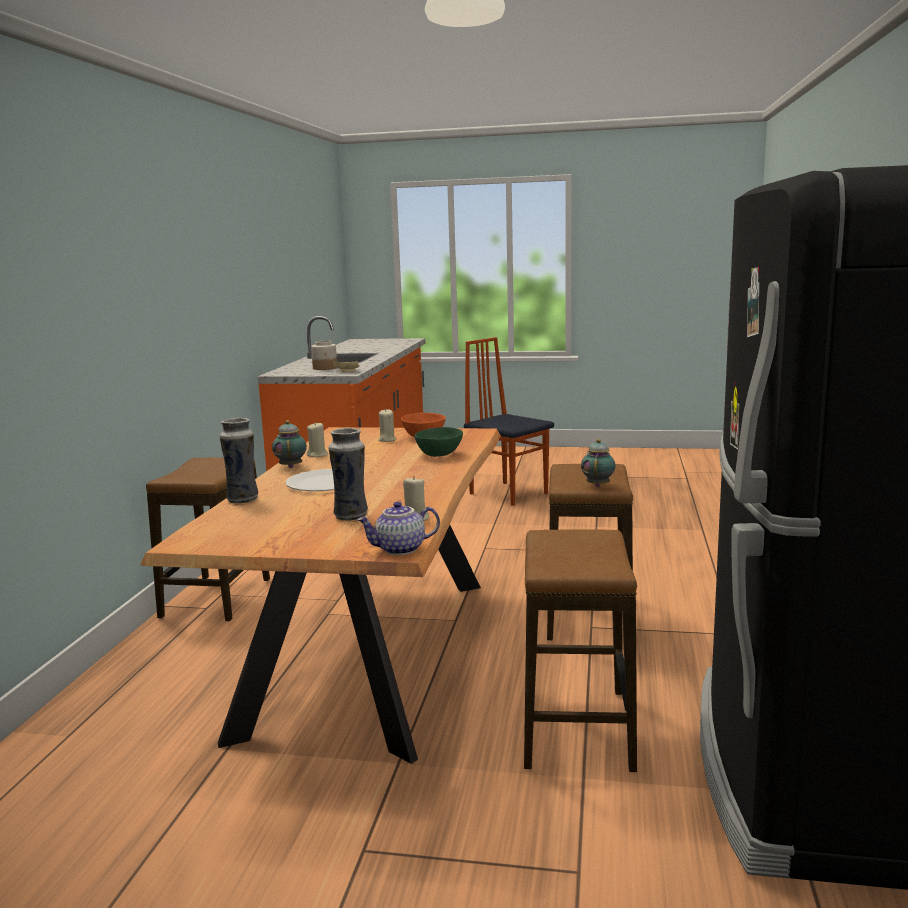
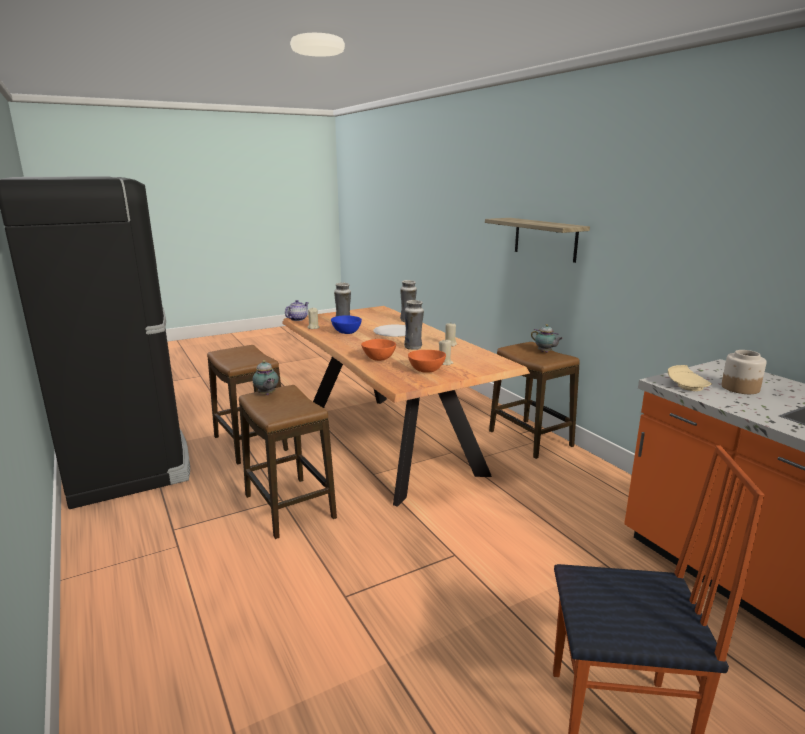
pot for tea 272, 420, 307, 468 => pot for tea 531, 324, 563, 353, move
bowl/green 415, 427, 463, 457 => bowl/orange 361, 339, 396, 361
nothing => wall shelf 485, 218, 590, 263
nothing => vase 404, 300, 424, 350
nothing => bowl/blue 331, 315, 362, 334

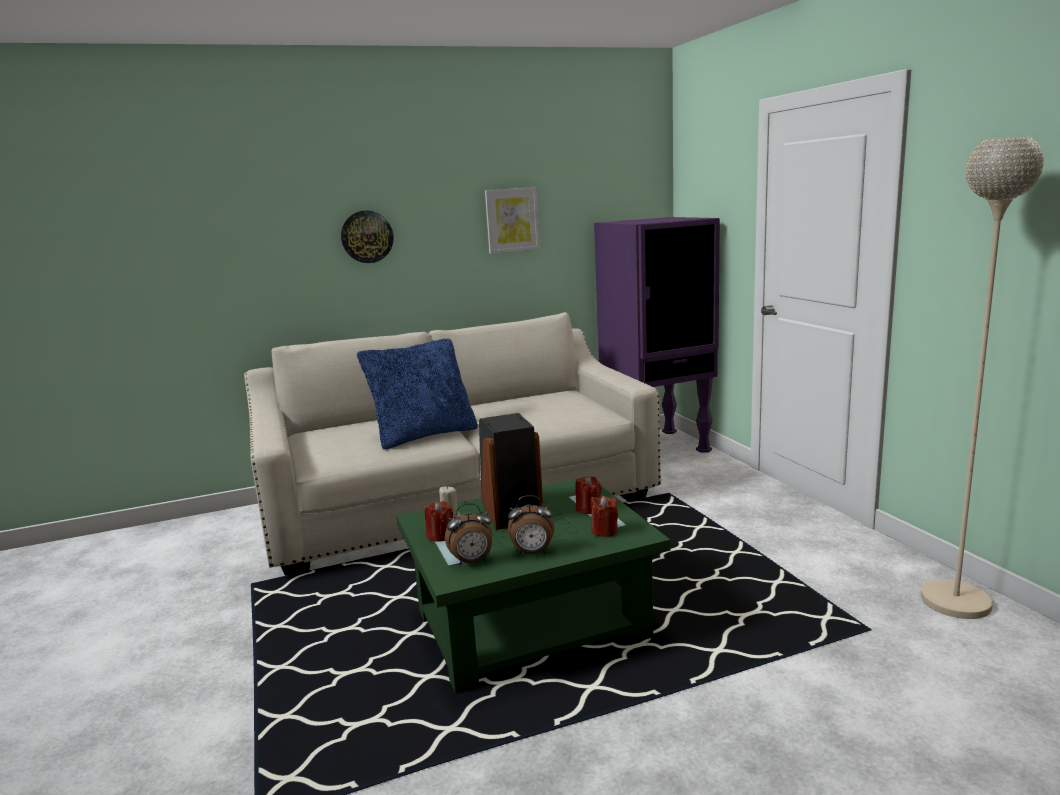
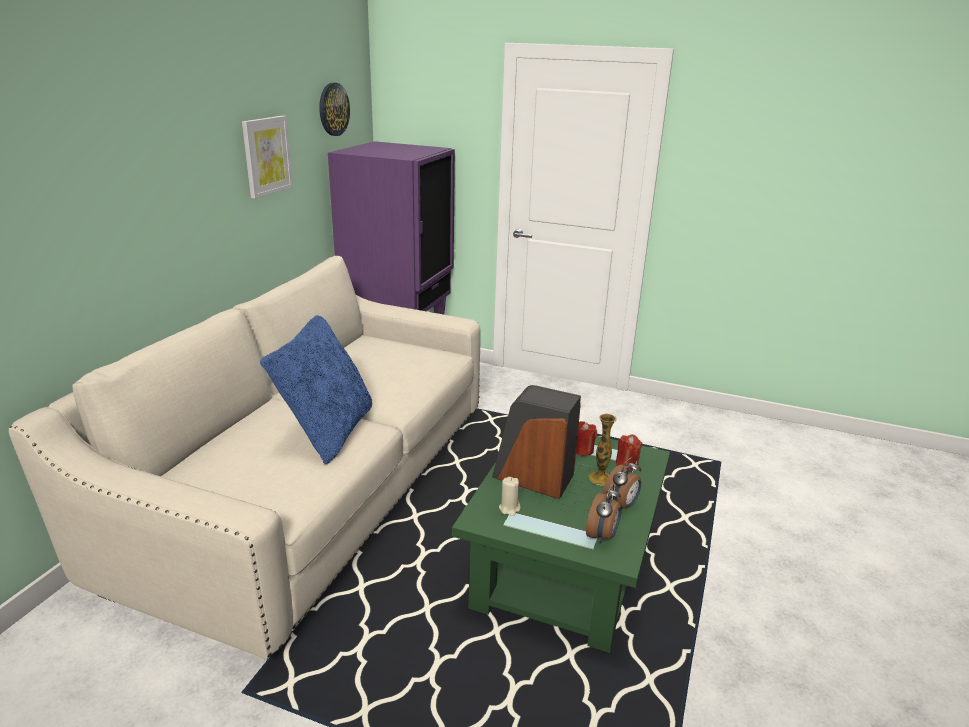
standing lamp/beige-coloured 921, 137, 1044, 619 => nothing
wall clock 341, 210, 393, 263 => wall clock 319, 83, 350, 136, move
candle/red 425, 501, 453, 541 => nothing
nothing => vase 588, 414, 617, 485

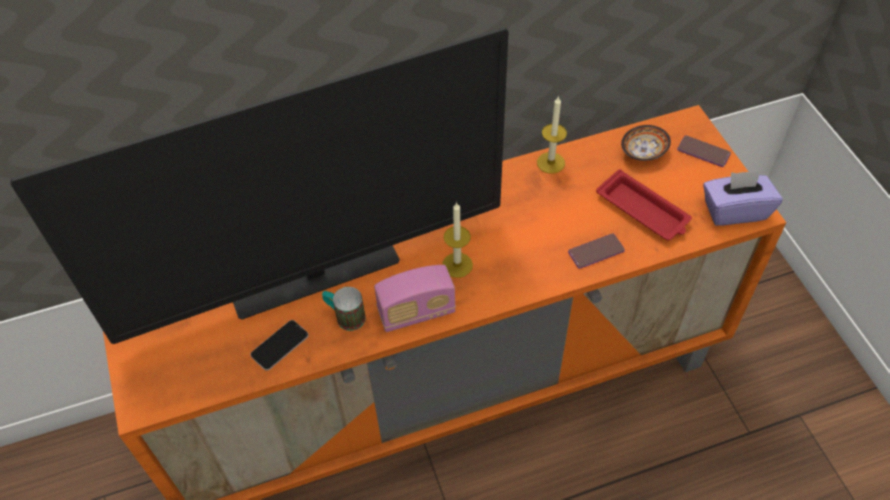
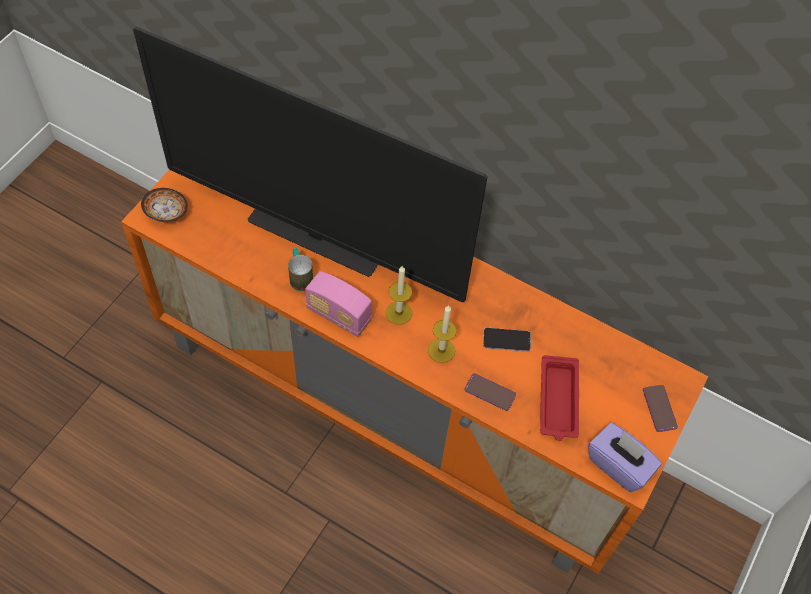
candle 537, 96, 567, 174 => candle 428, 305, 457, 363, move
bowl 621, 125, 671, 161 => bowl 141, 188, 188, 222, move
telephone 250, 320, 309, 370 => telephone 483, 328, 531, 352, move

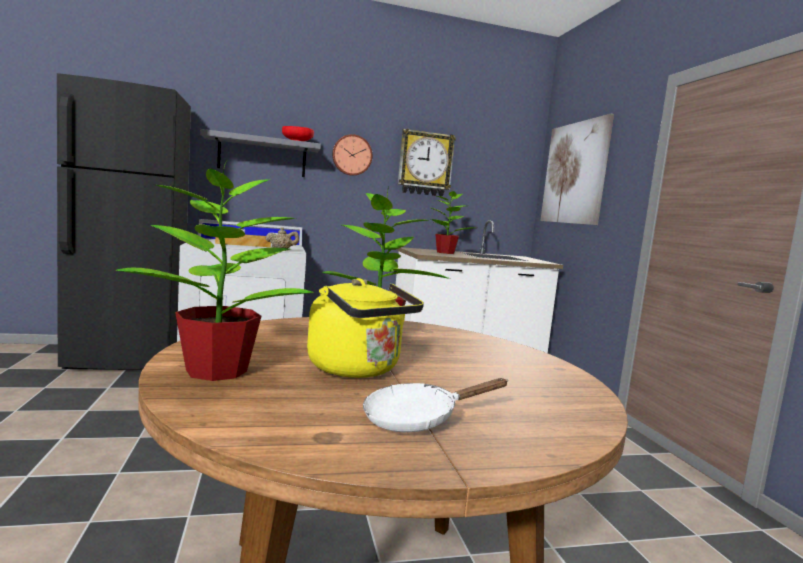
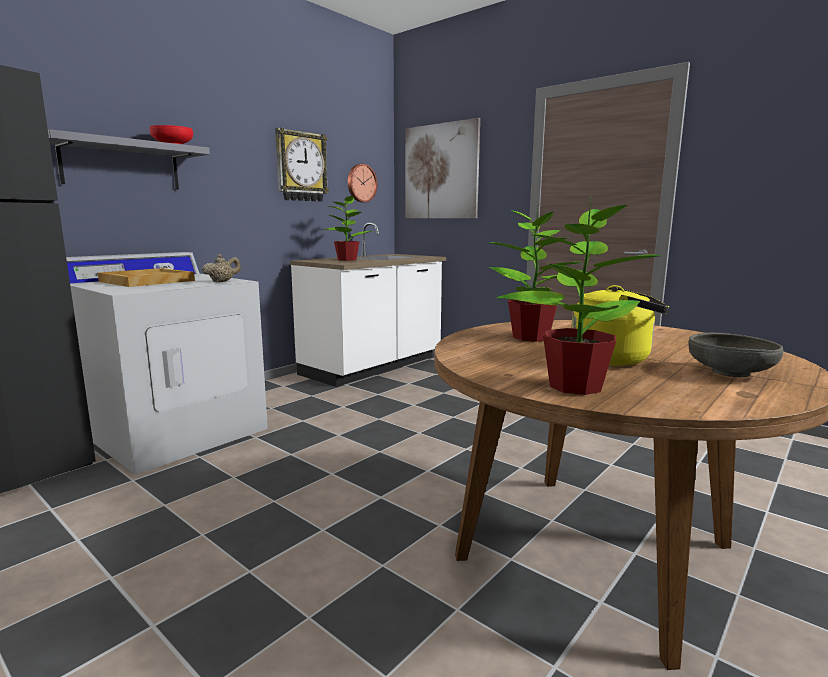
wall clock 332, 134, 372, 176 => wall clock 348, 164, 377, 202, move
pan/white-coloured 363, 378, 508, 432 => bowl/grey 689, 333, 783, 377

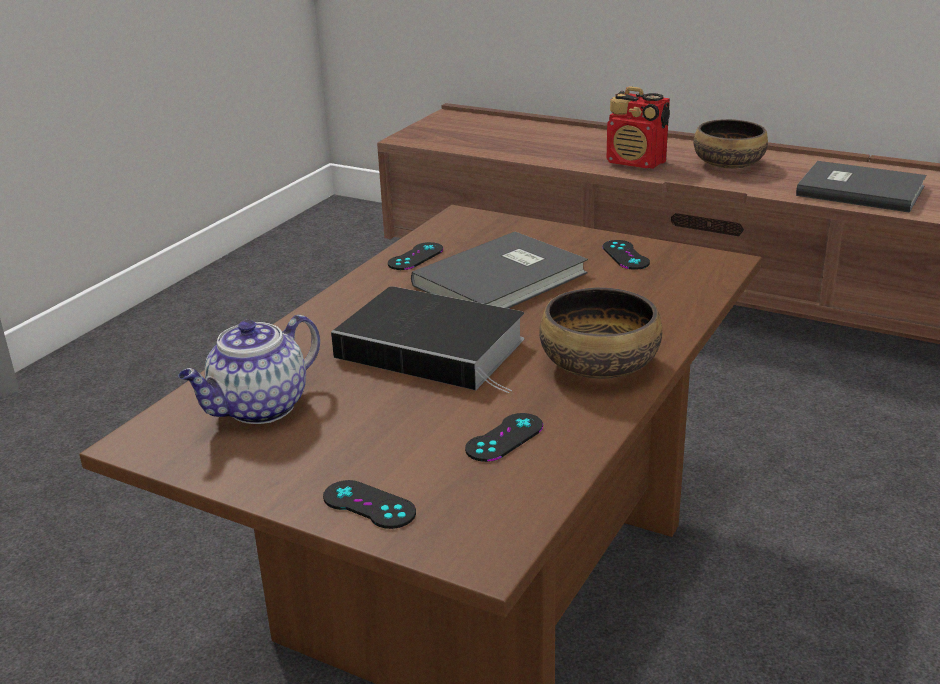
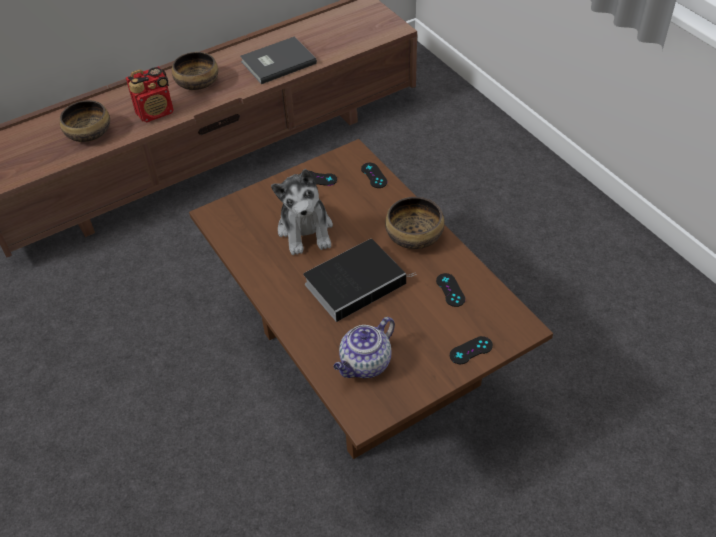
bound book/grey 411, 232, 588, 309 => cuddly toy 271, 169, 333, 255
joypad/blackish 388, 242, 443, 270 => joypad/blackish 361, 163, 387, 188, move
pot for tea 178, 315, 320, 424 => pot for tea 333, 317, 395, 378, 60 degrees clockwise
nothing => bowl 60, 100, 110, 142

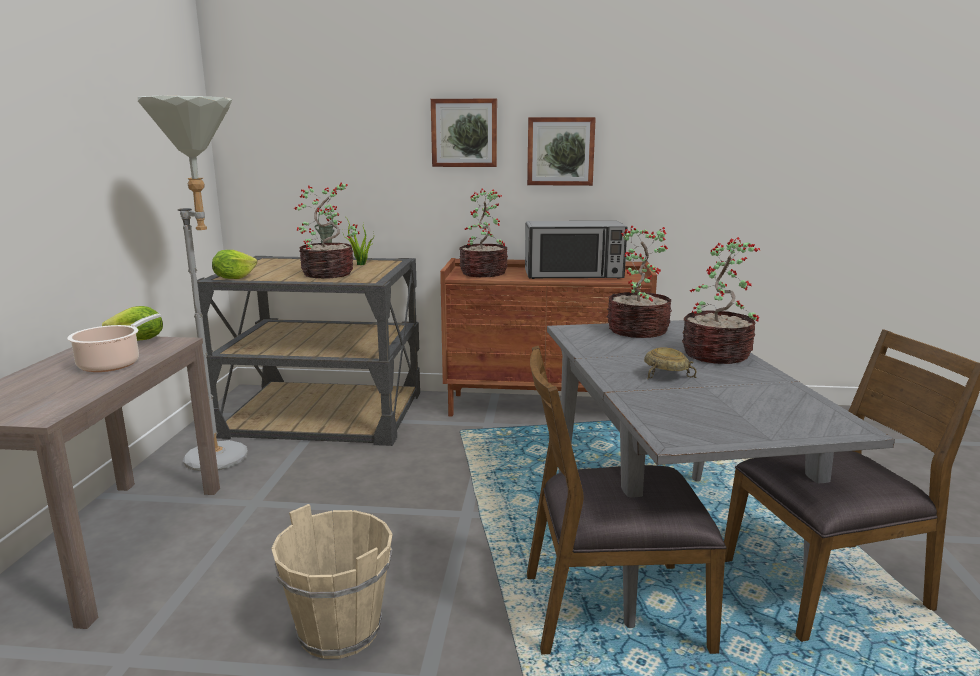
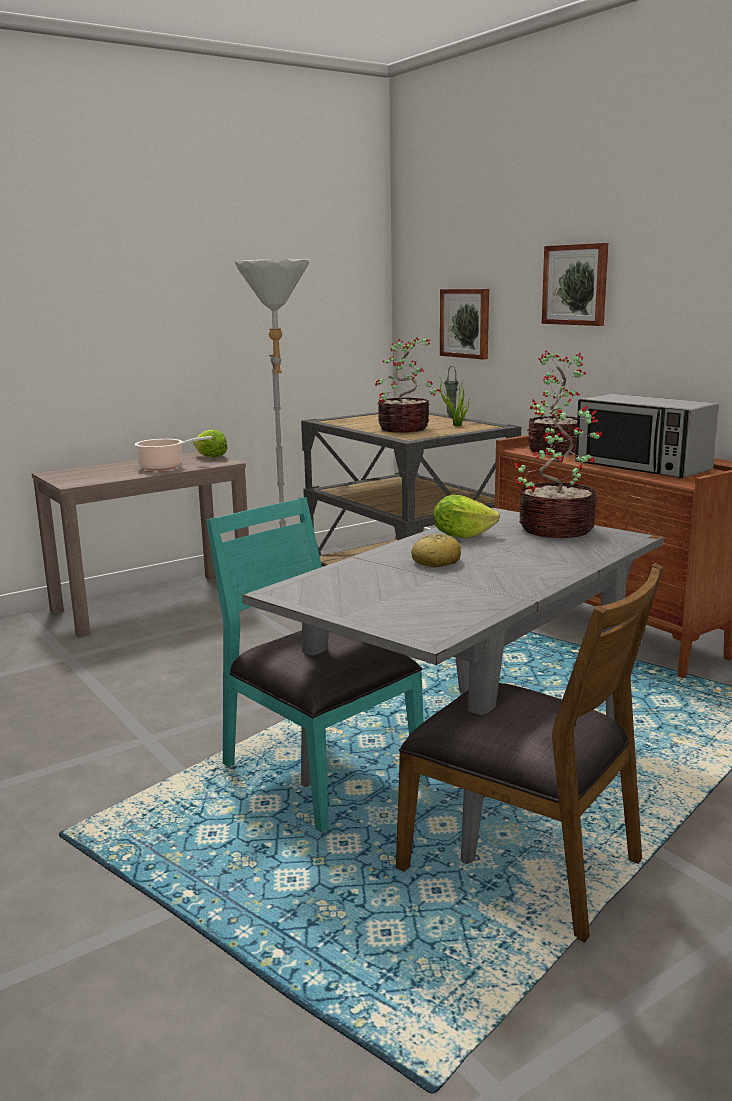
picture 527, 117, 596, 186 => picture 440, 289, 489, 359, move
plant in a pot 682, 237, 760, 364 => nothing
lettuce head 212, 250, 257, 279 => lettuce head 433, 495, 500, 539, move
upright chair/brownish 527, 346, 726, 655 => upright chair/blue-green 206, 497, 424, 833
bowl/beige-coloured 644, 347, 697, 380 => bread 411, 534, 461, 567
water bucket/beige-coloured 271, 504, 392, 659 => nothing

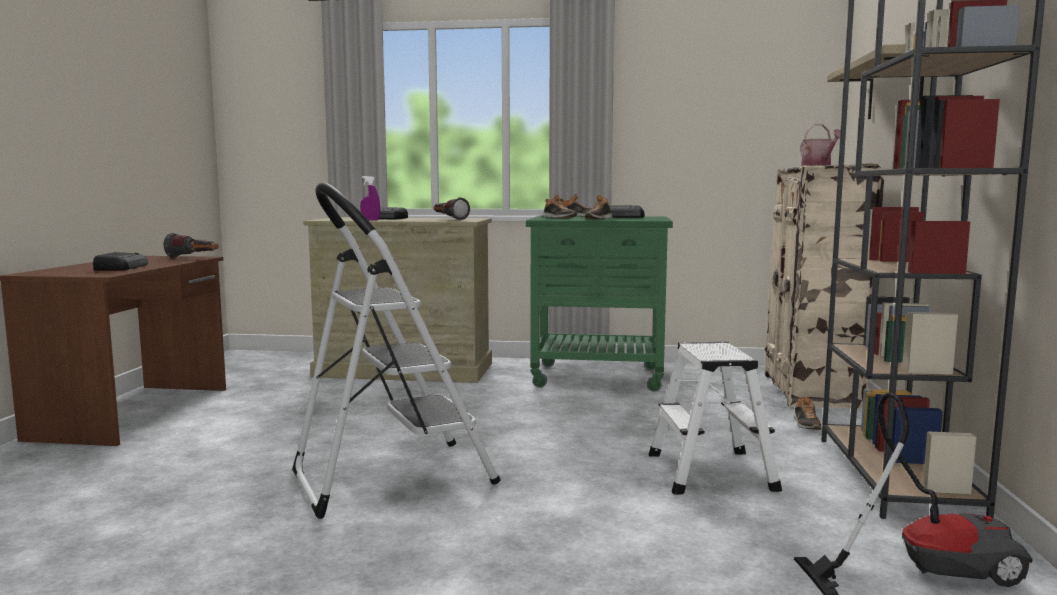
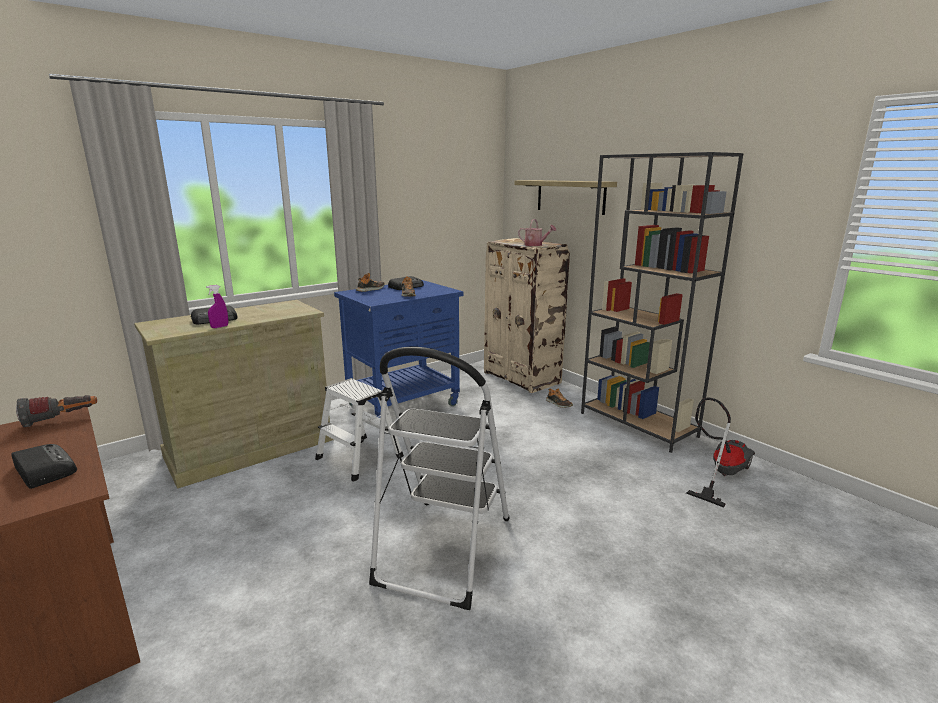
item of footwear 542, 194, 577, 218 => nothing
flashlight 434, 197, 470, 220 => nothing
trolley/green 526, 216, 673, 392 => trolley/blue 334, 280, 464, 418
stepladder/white-coloured 648, 342, 782, 495 => stepladder/white-coloured 315, 378, 404, 482, move

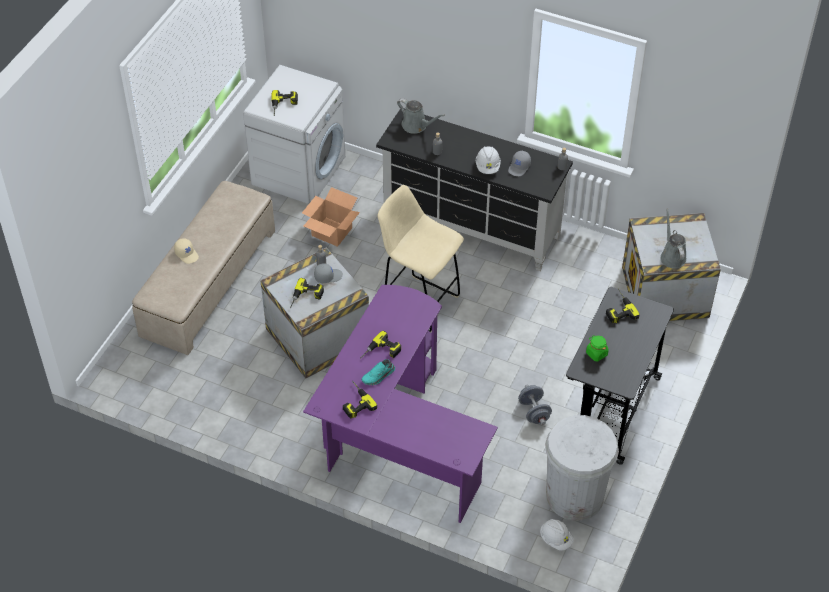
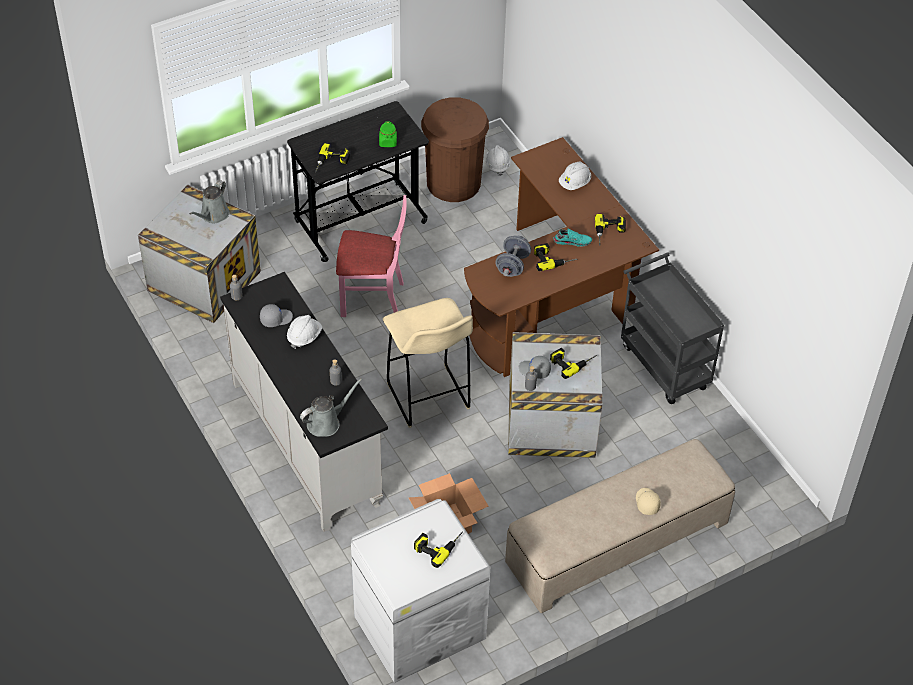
watering can/grey 397, 98, 445, 134 => watering can/grey 300, 379, 362, 437, 75 degrees clockwise
desk table/purple-coloured 303, 285, 498, 523 => desk table/brownish 464, 137, 659, 377
dumbbell/grey 518, 385, 552, 425 => dumbbell/grey 495, 235, 531, 277, move
rubbish bin/white-coloured 545, 415, 619, 521 => rubbish bin/brownish 421, 97, 489, 202
nothing => hard hat/white-coloured 559, 162, 591, 190
nothing => upright chair/pinkish 336, 195, 407, 317
nothing => trolley/grey 621, 252, 724, 404

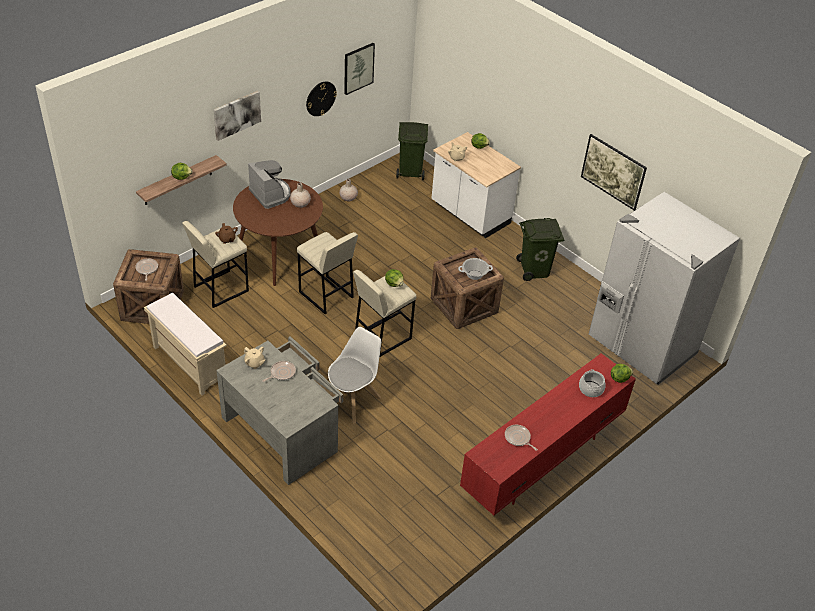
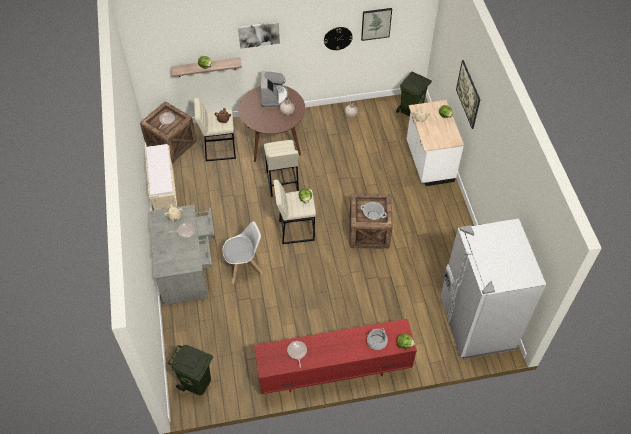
picture 581, 134, 647, 211 => picture 456, 60, 480, 129, move
rubbish bin/green 516, 218, 564, 281 => rubbish bin/green 168, 345, 213, 395, move

